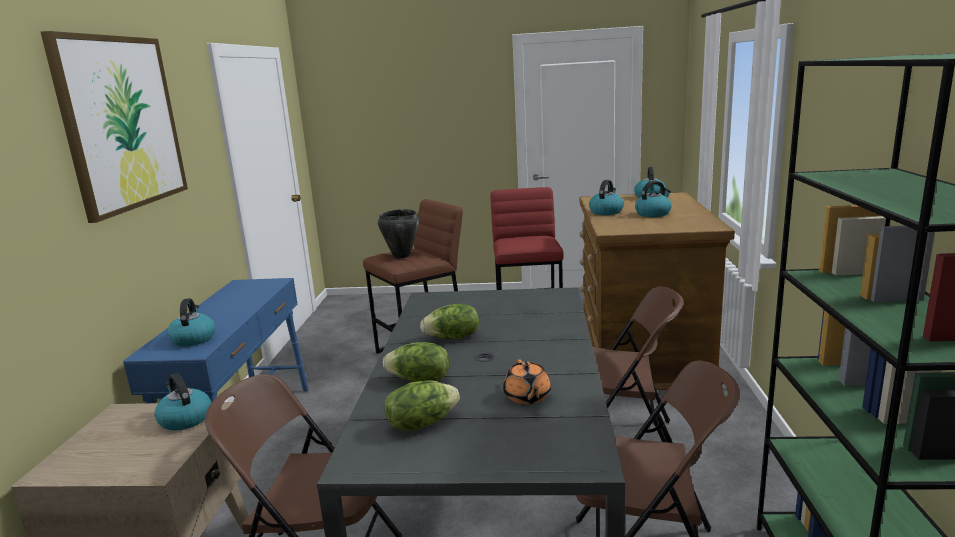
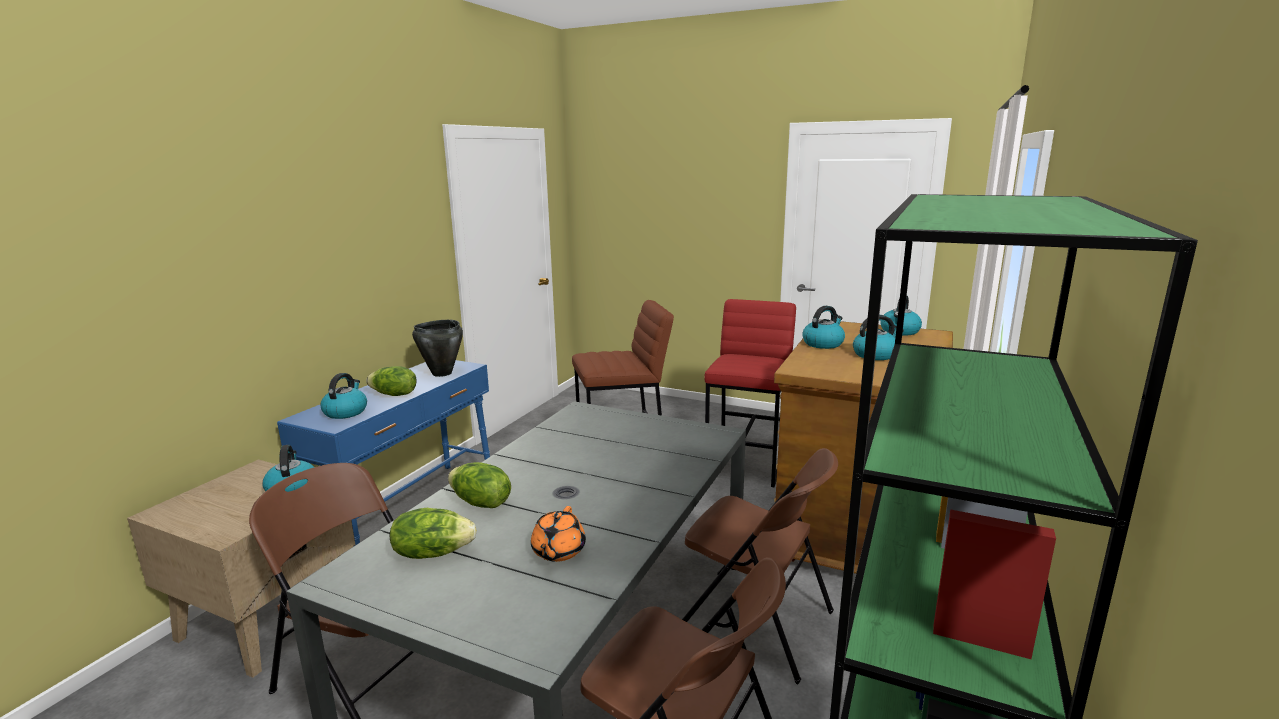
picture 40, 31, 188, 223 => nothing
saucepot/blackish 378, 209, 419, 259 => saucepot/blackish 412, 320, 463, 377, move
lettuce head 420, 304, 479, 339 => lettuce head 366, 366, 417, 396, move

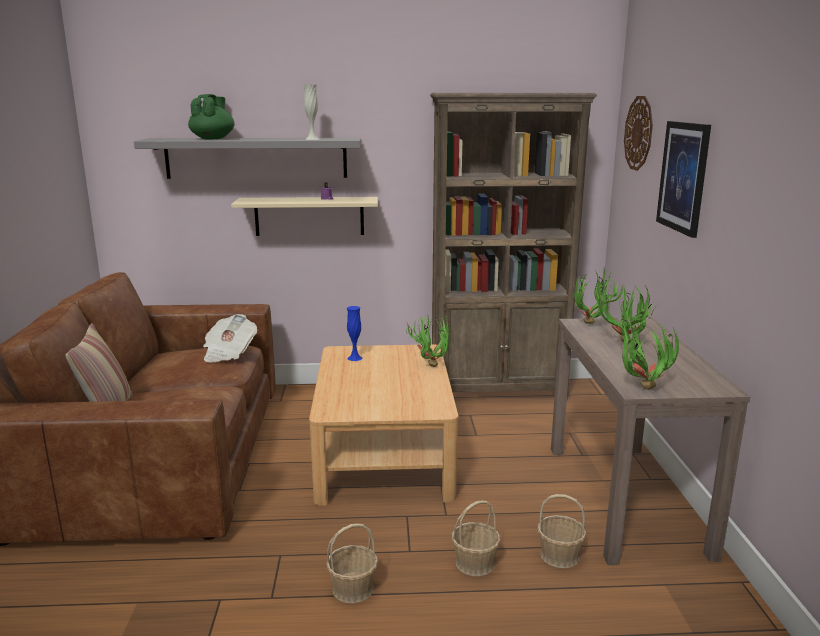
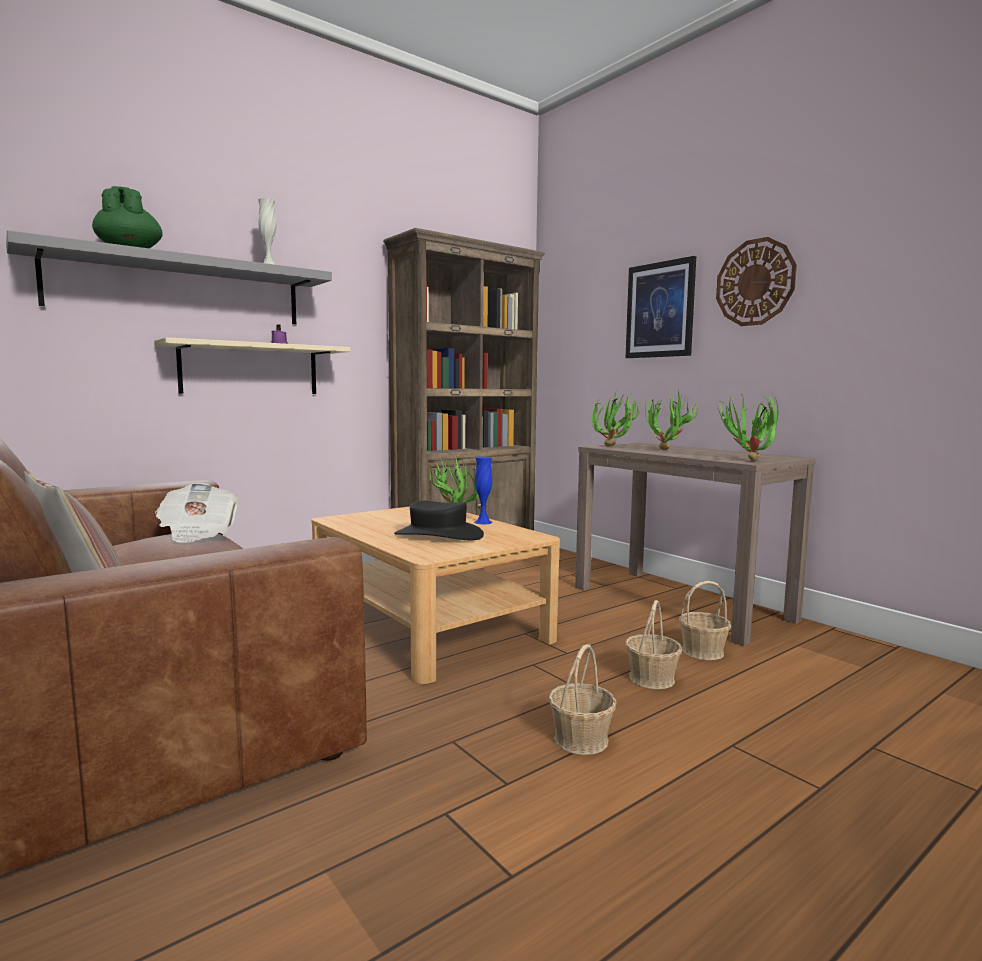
wall clock 624, 96, 653, 171 => wall clock 716, 237, 797, 326, move
vase/blue 347, 306, 363, 361 => vase/blue 474, 457, 493, 524, move
nothing => hat/blackish 394, 501, 484, 540

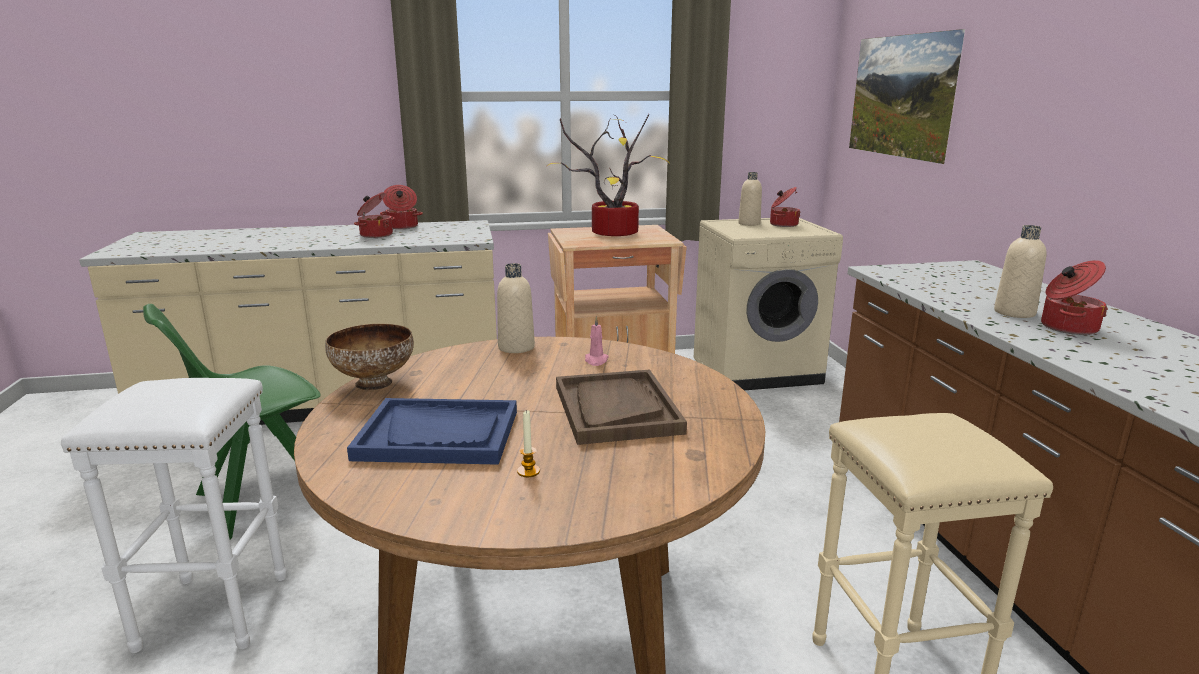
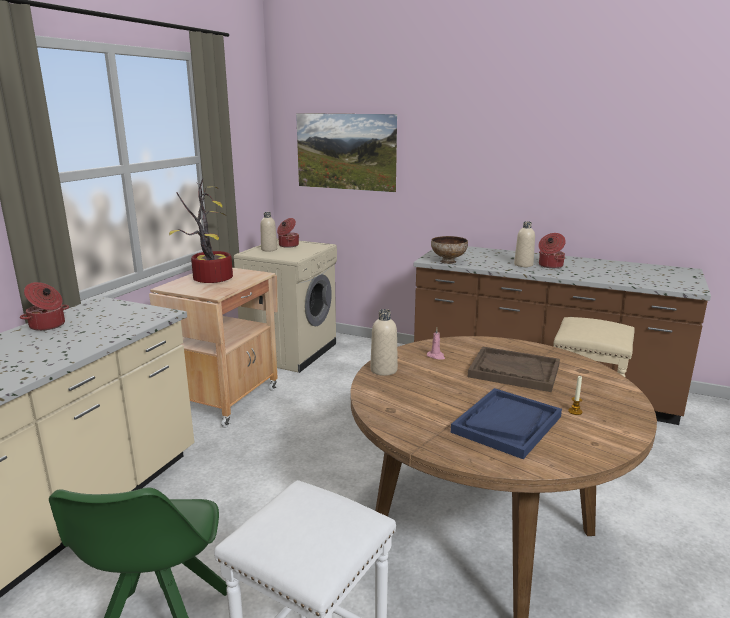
saucepot 354, 192, 395, 238 => nothing
bowl 325, 324, 414, 390 => bowl 431, 236, 468, 264, move

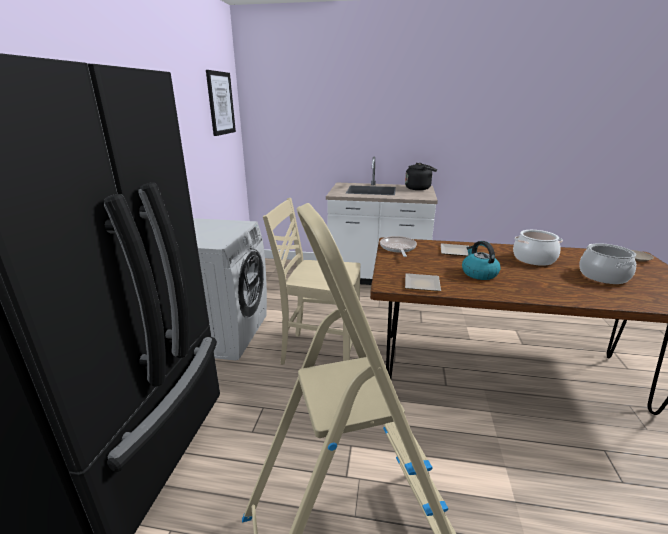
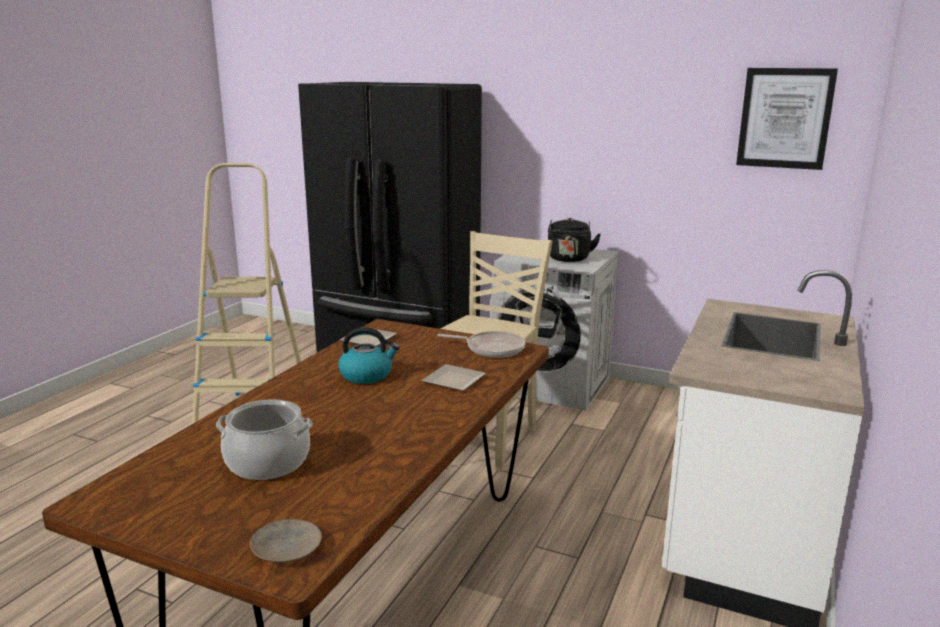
water kettle/blackish 405, 163, 437, 190 => water kettle/blackish 548, 218, 601, 262, move
saucepot 513, 230, 563, 266 => nothing

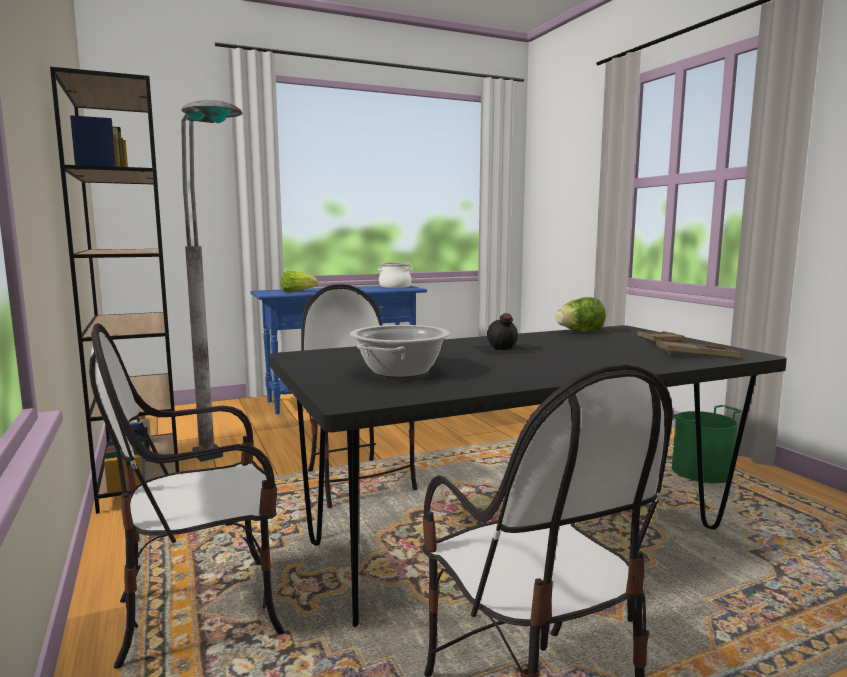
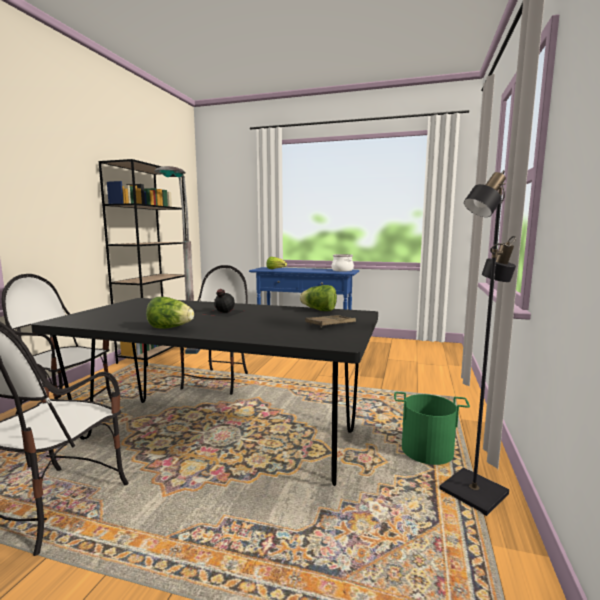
saucepot 350, 325, 450, 378 => nothing
tray/brownish 656, 340, 741, 358 => nothing
nothing => standing lamp/blackish 439, 170, 516, 516
nothing => lettuce head 146, 297, 194, 329

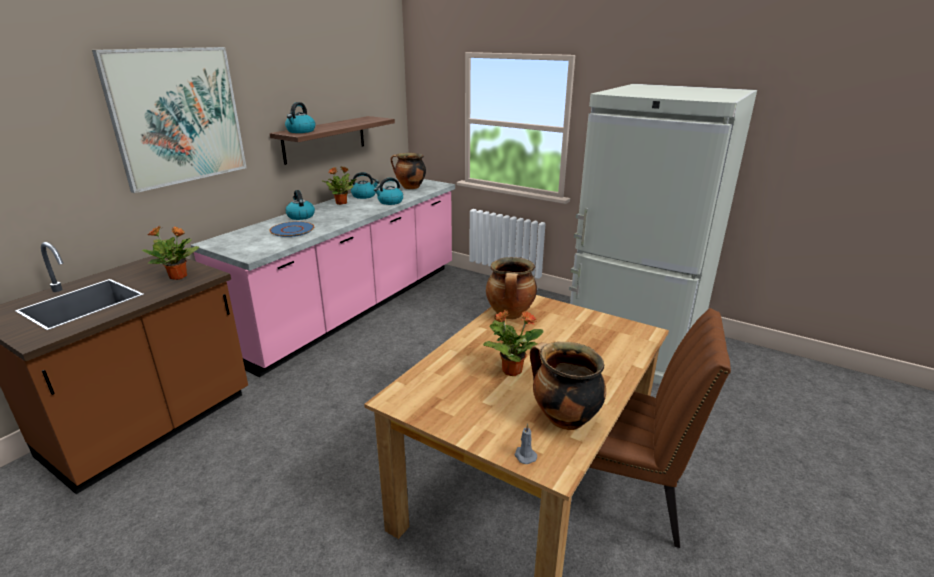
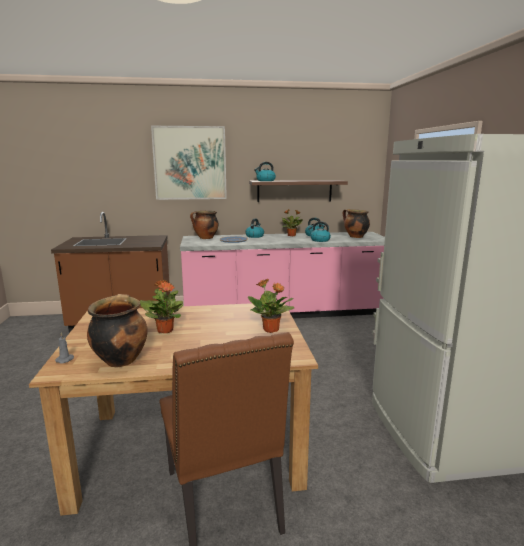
plant in a pot 142, 226, 199, 280 => plant in a pot 248, 279, 295, 333, move
saucepot 486, 257, 537, 319 => saucepot 190, 211, 219, 239, move

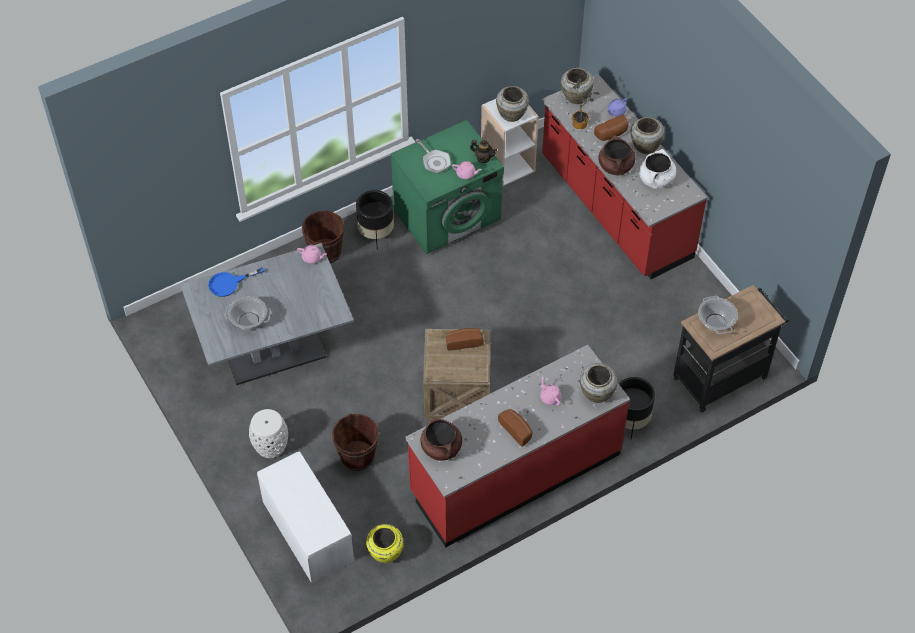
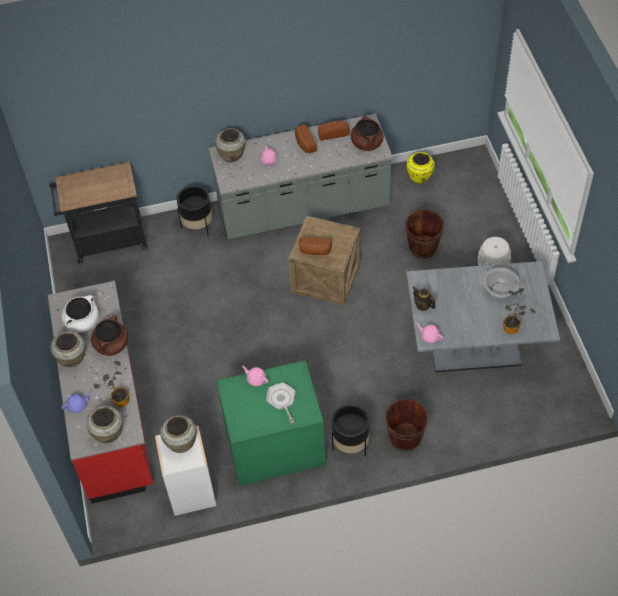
bread 594, 115, 628, 141 => bread 318, 120, 350, 141, move
pot for tea 470, 140, 497, 163 => pot for tea 412, 286, 436, 311, move
pan/blue 208, 267, 265, 297 => plant in a pot 503, 288, 535, 334
saucepot 698, 296, 738, 334 => nothing
kitchen base unit/red 405, 345, 630, 548 => kitchen base unit/grey 209, 114, 393, 240
bench/white-coloured 257, 451, 354, 583 => nothing

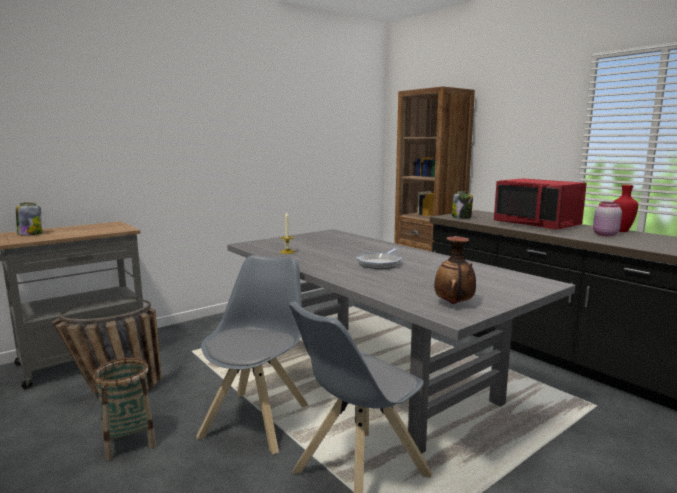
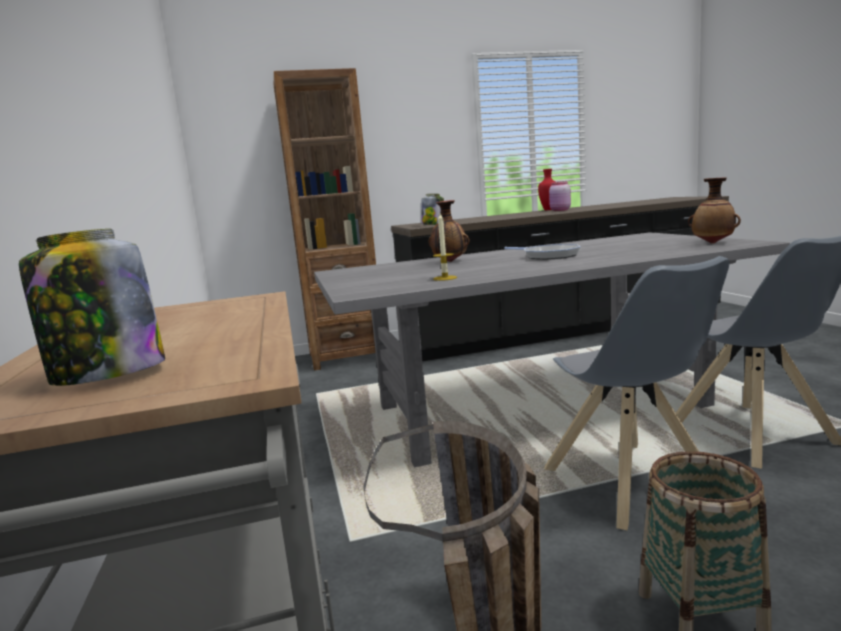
kitchen microwave/red 494, 178, 587, 230 => nothing
upright chair/grey 196, 255, 309, 454 => upright chair/grey 544, 256, 730, 530, 150 degrees counterclockwise
nothing => vase 428, 200, 470, 262

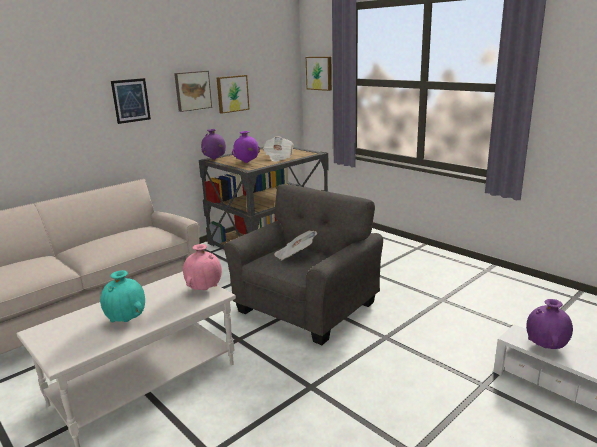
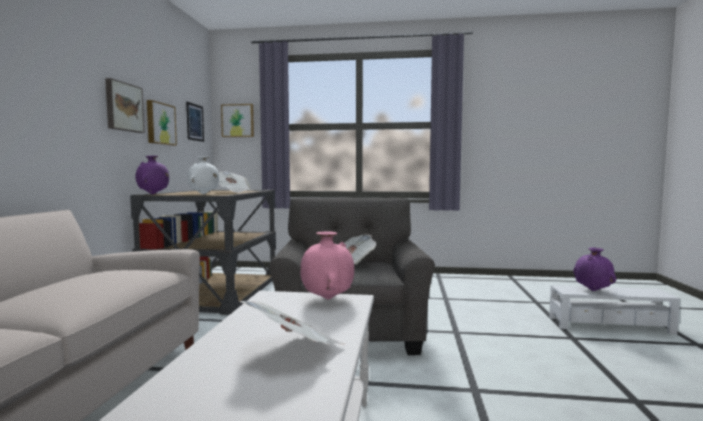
picture 111, 78, 151, 124 => picture 186, 102, 204, 142, move
vase/purple-coloured 232, 131, 260, 163 => vase/white-coloured 187, 157, 219, 194
vase/blue-green 100, 270, 145, 322 => newspaper 239, 301, 345, 345

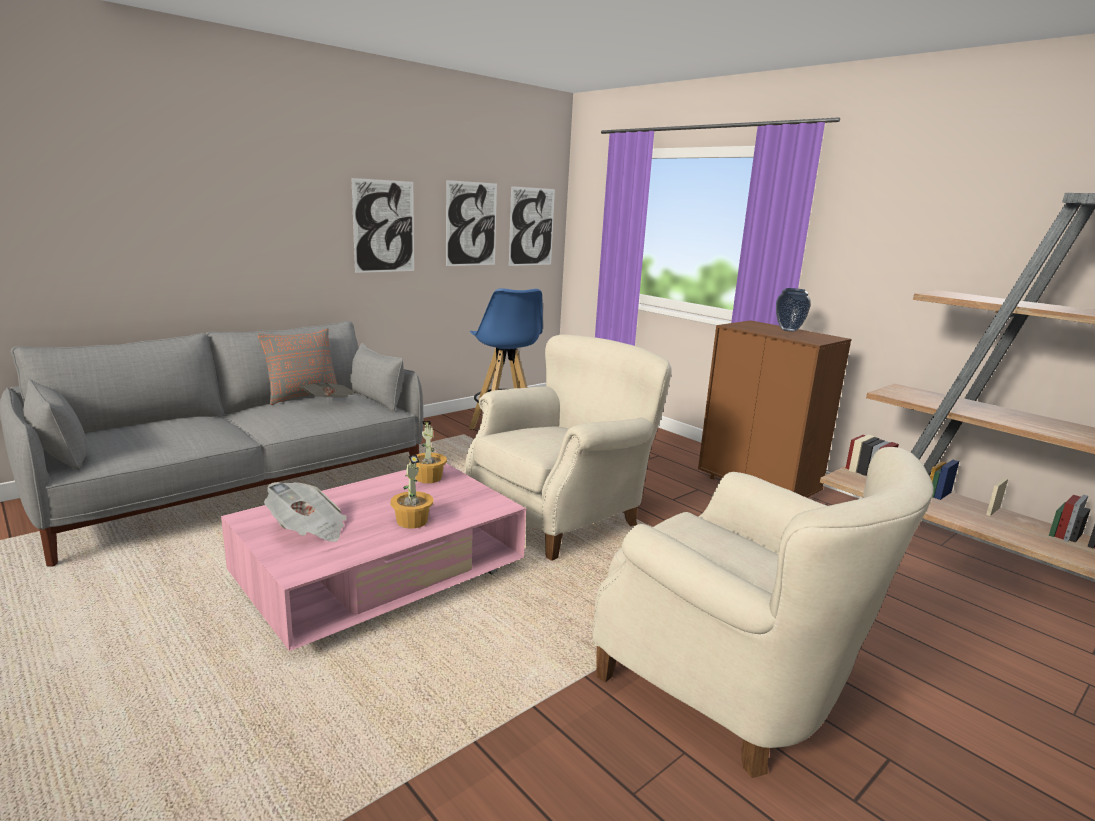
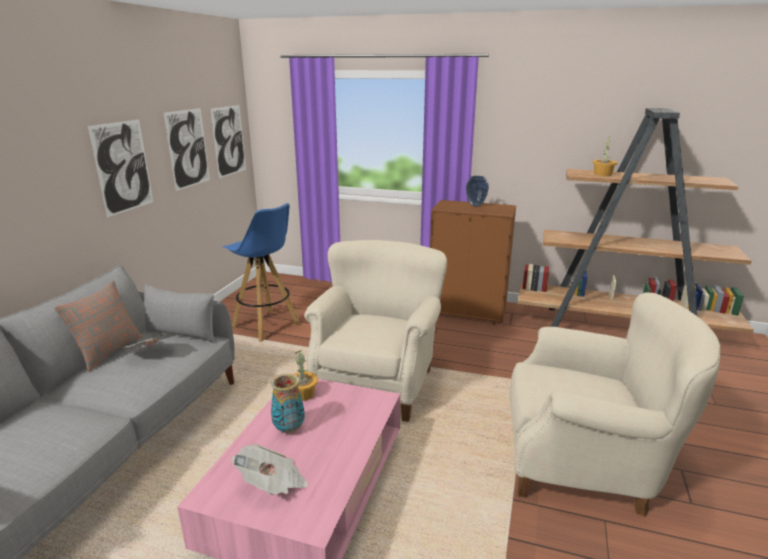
plant in a pot 390, 455, 433, 528 => plant in a pot 592, 136, 618, 176, move
nothing => vase 271, 373, 305, 433

